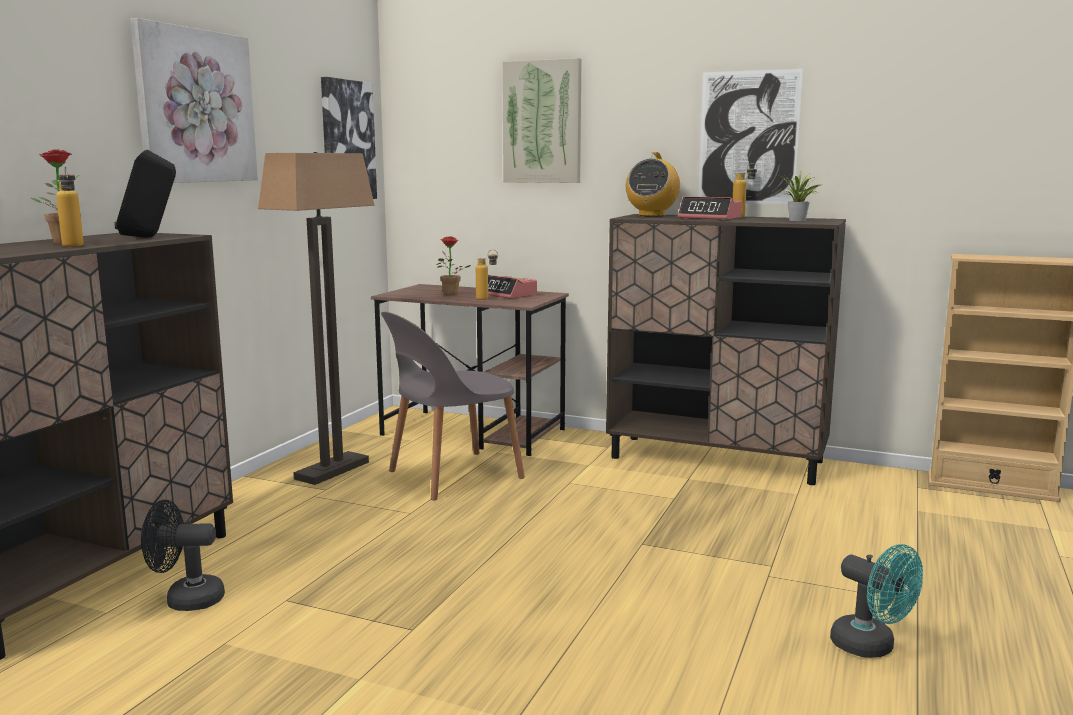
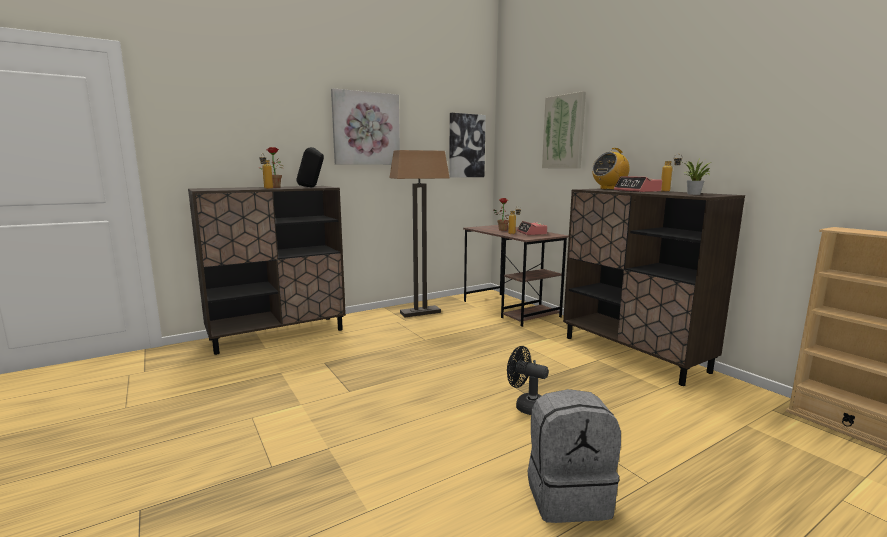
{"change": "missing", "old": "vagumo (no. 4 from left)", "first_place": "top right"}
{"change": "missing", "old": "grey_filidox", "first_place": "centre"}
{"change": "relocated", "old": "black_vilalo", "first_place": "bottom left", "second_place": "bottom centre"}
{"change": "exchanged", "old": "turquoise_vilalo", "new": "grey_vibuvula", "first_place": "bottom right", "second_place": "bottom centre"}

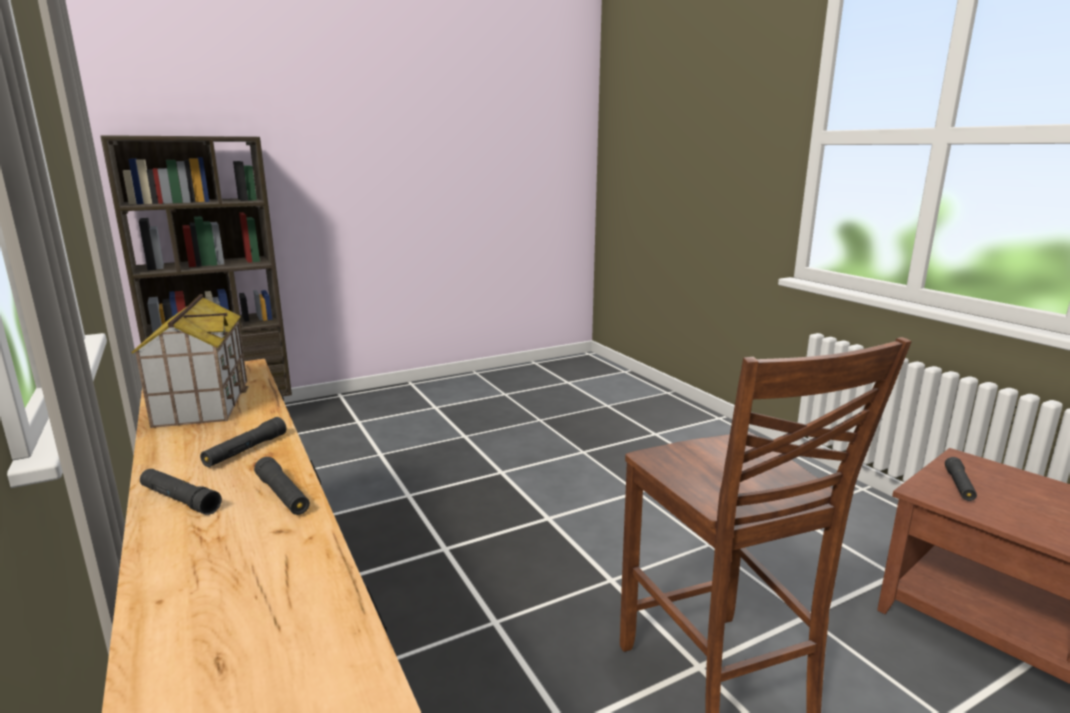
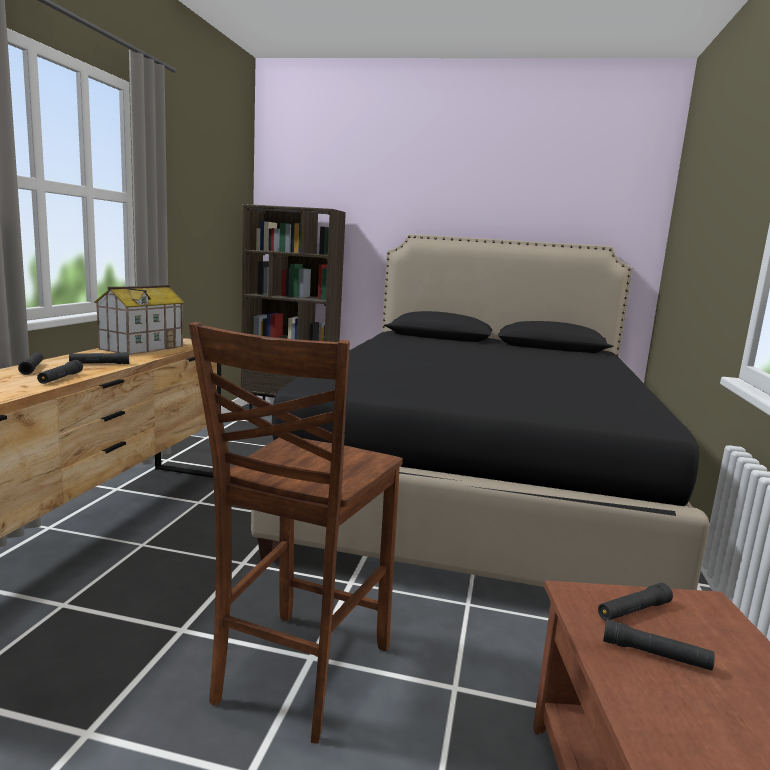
{"change": "appeared", "new": "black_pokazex", "second_place": "centre"}
{"change": "appeared", "new": "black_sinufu (no. 5 from left)", "second_place": "bottom right"}

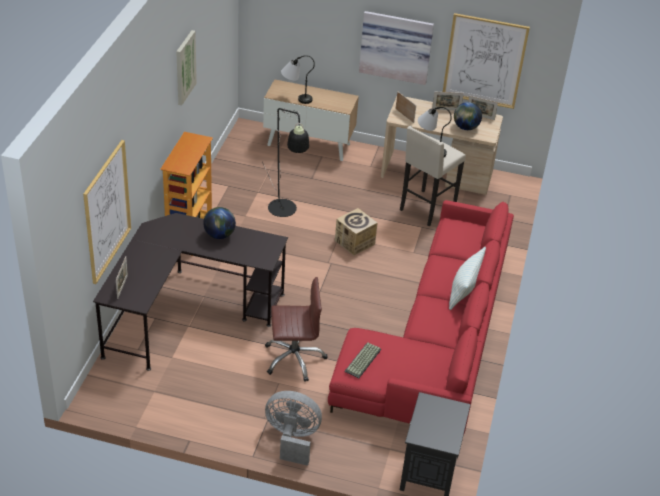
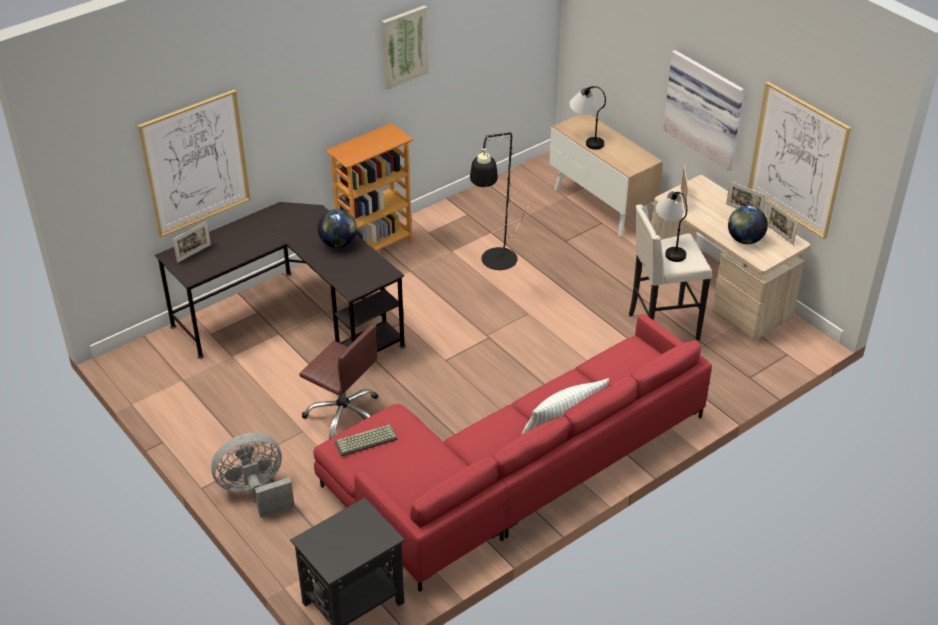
{"change": "missing", "old": "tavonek", "first_place": "centre"}
{"change": "spun", "old": "grey_vilalo", "first_place": "bottom centre", "second_place": "bottom left", "degrees": -75}

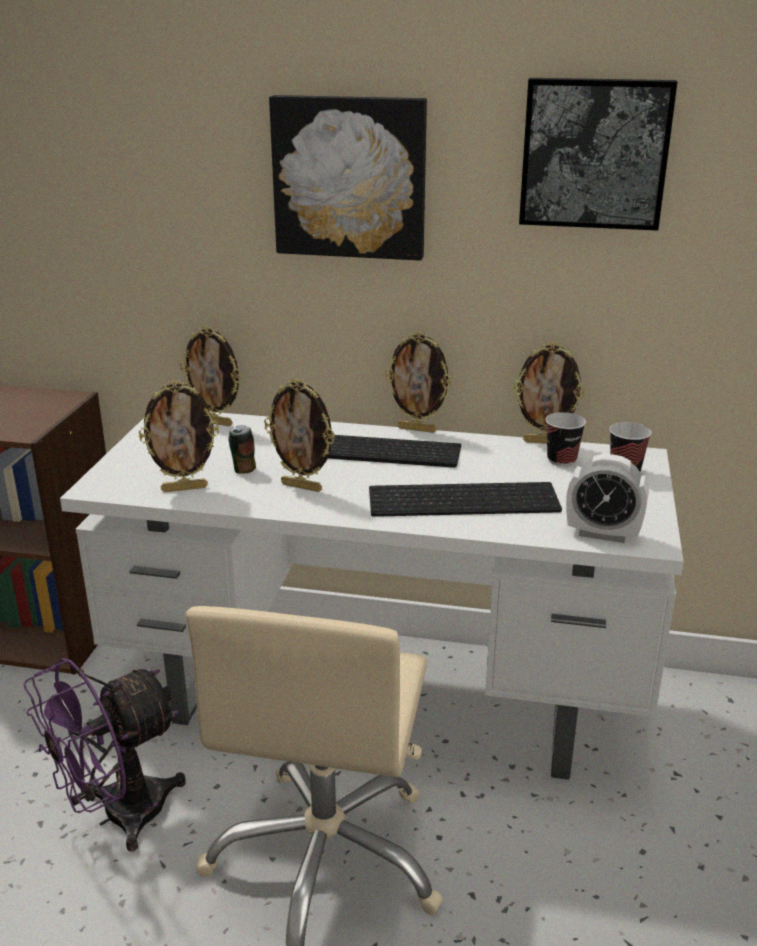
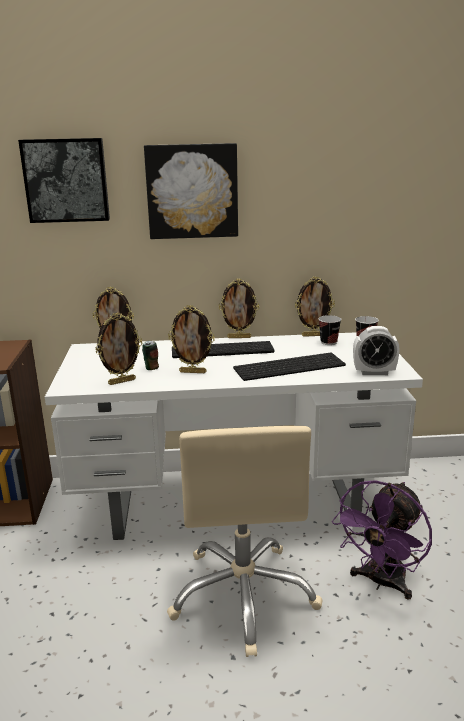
{"change": "relocated", "old": "vagumo (no. 2 from left in the first image)", "new": "vagumo (no. 1 from left)", "first_place": "top right", "second_place": "top left"}
{"change": "relocated", "old": "purple_vilalo", "first_place": "bottom left", "second_place": "bottom right"}

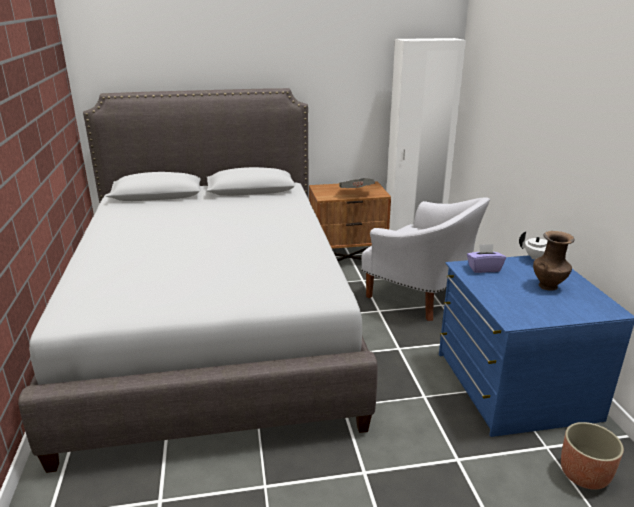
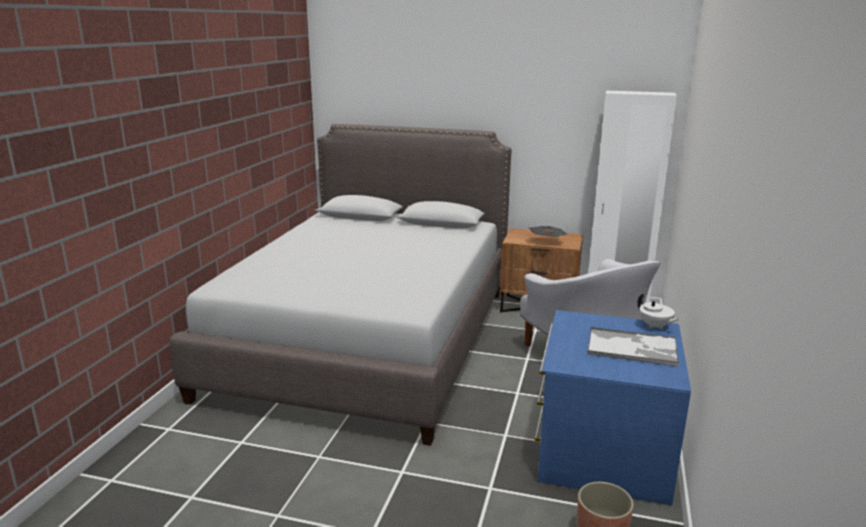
{"change": "exchanged", "old": "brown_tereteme", "new": "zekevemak", "first_place": "middle right", "second_place": "middle right"}
{"change": "missing", "old": "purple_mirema", "first_place": "middle right"}

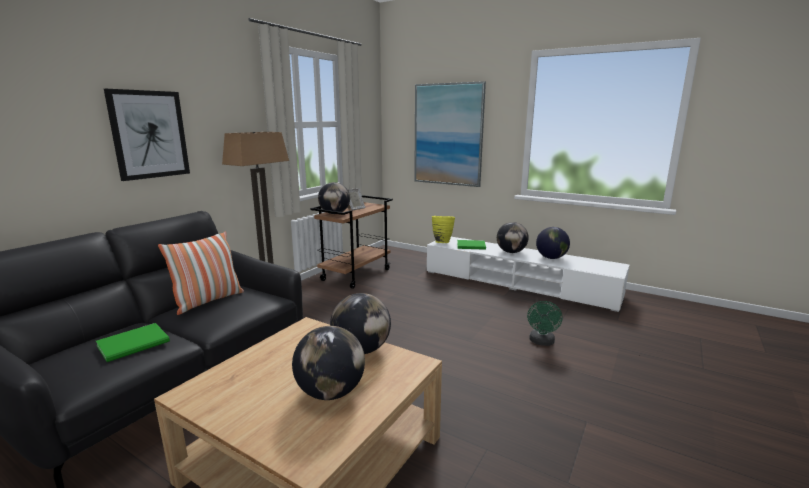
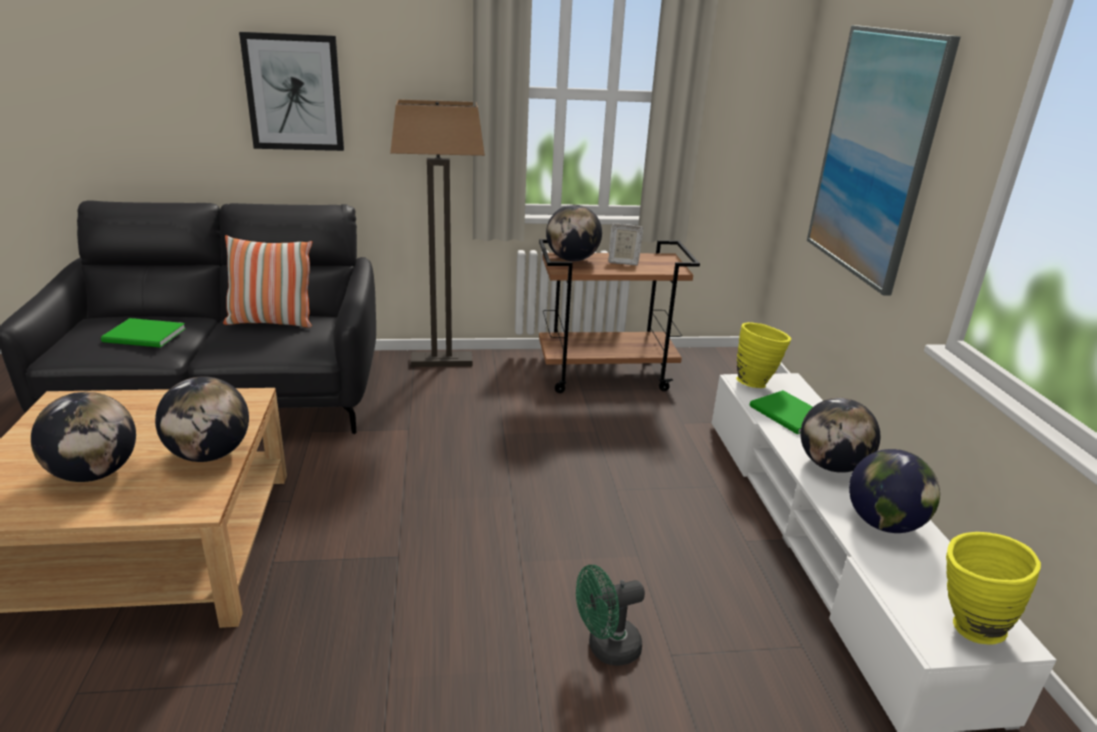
{"change": "appeared", "new": "yellow_tereteme (no. 2 from left)", "second_place": "bottom right"}

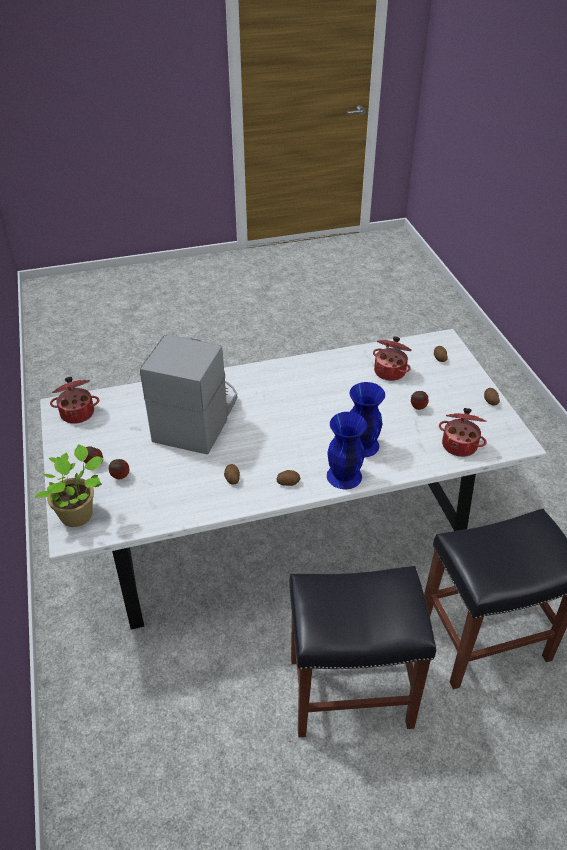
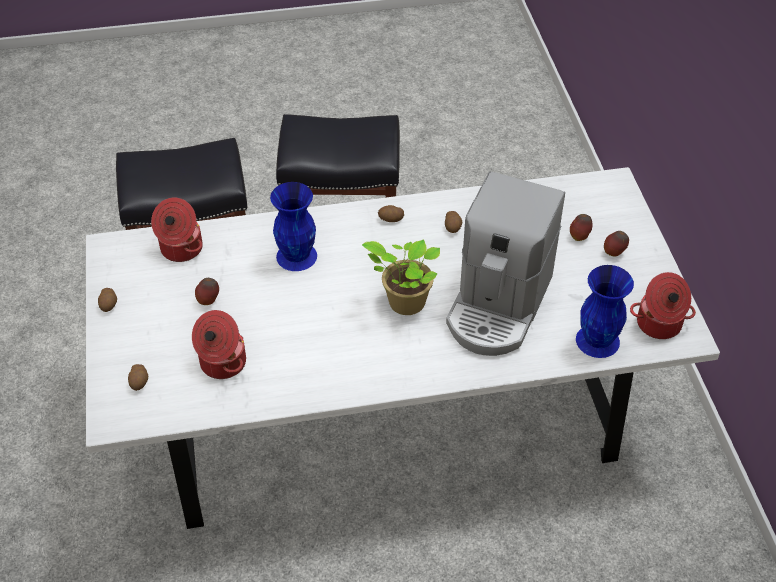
{"change": "relocated", "old": "blue_tereteme (no. 1 from left in the first image)", "new": "blue_tereteme (no. 2 from left)", "first_place": "centre", "second_place": "middle right"}
{"change": "relocated", "old": "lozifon", "first_place": "middle left", "second_place": "centre"}

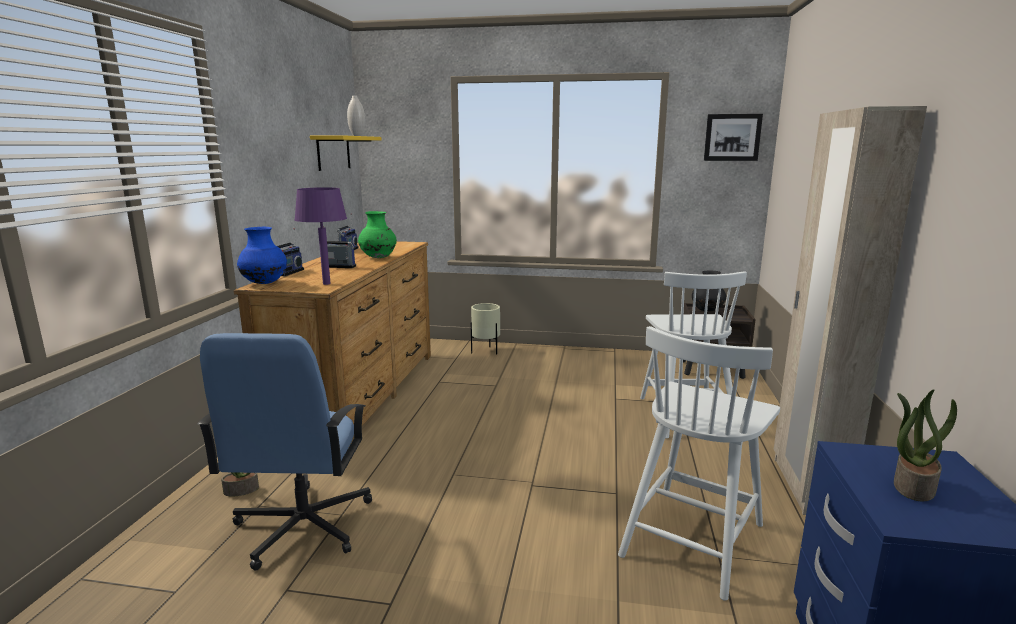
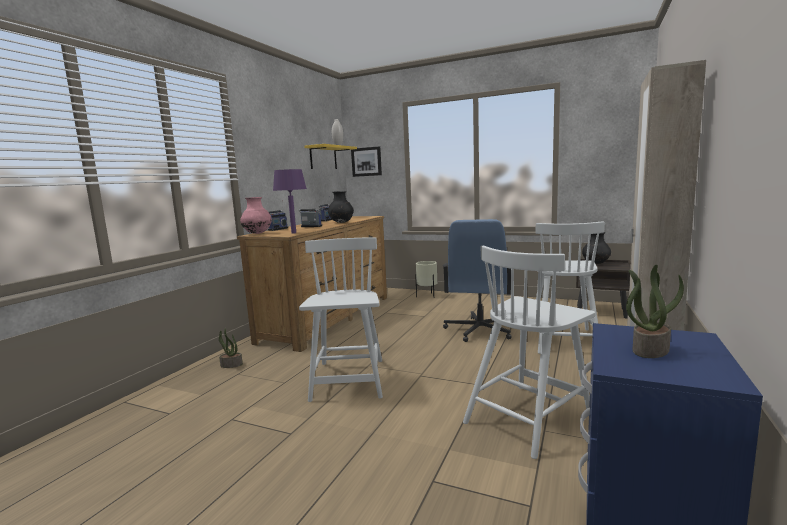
{"change": "relocated", "old": "vagumo", "first_place": "top right", "second_place": "top centre"}
{"change": "colour", "old": "green_tereteme", "new": "black_tereteme (no. 1 from left)", "first_place": "centre", "second_place": "centre"}
{"change": "colour", "old": "blue_tereteme", "new": "pink_tereteme", "first_place": "middle left", "second_place": "middle left"}
{"change": "relocated", "old": "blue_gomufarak", "first_place": "bottom left", "second_place": "centre"}
{"change": "appeared", "new": "white_filidox (no. 1 from left)", "second_place": "centre"}

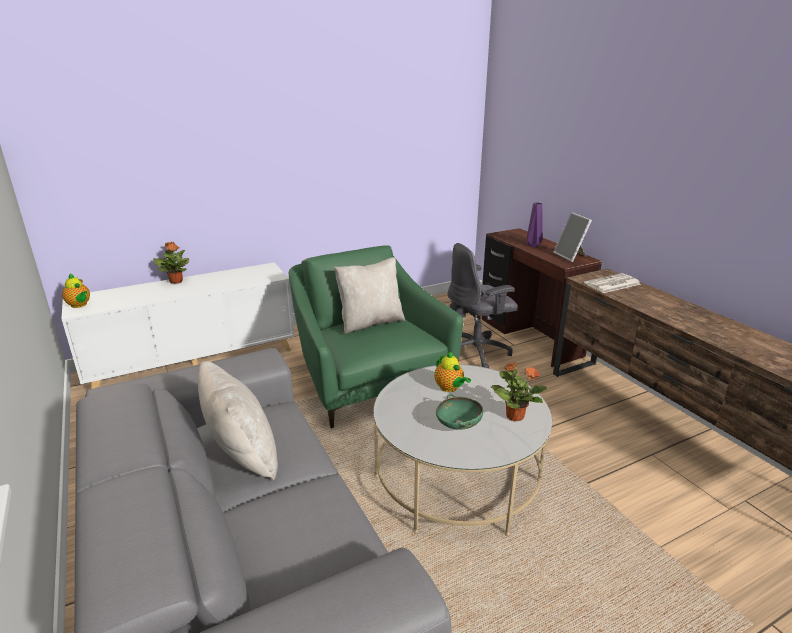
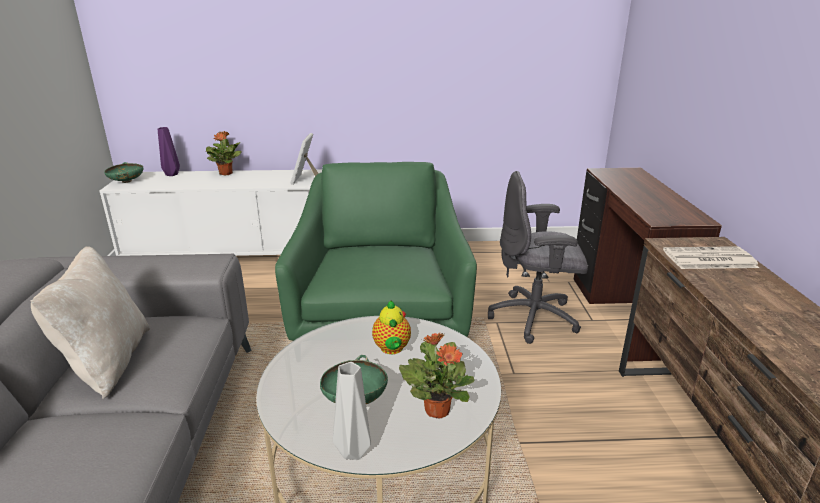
{"change": "relocated", "old": "purple_tereteme", "first_place": "middle right", "second_place": "top left"}
{"change": "relocated", "old": "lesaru", "first_place": "middle right", "second_place": "top centre"}
{"change": "missing", "old": "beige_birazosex (no. 2 from left)", "first_place": "centre"}
{"change": "exchanged", "old": "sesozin (no. 1 from left)", "new": "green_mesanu (no. 1 from left)", "first_place": "middle left", "second_place": "middle left"}
{"change": "appeared", "new": "grey_tereteme", "second_place": "bottom centre"}

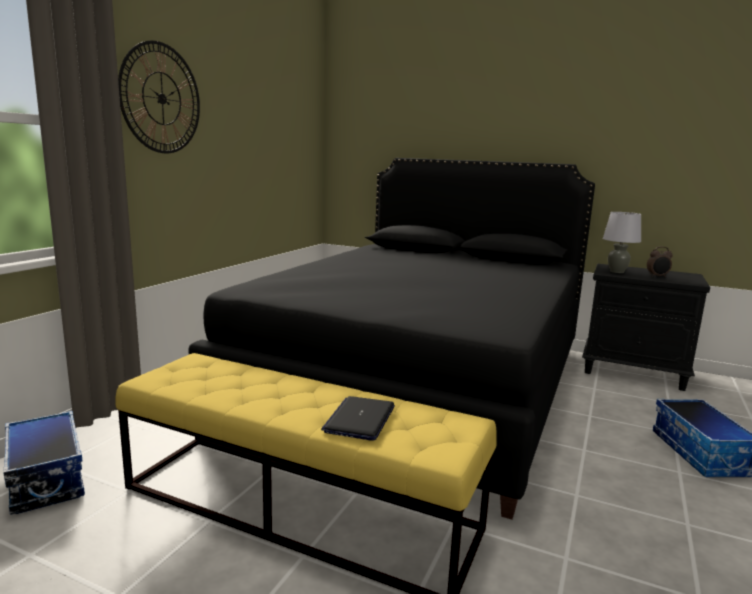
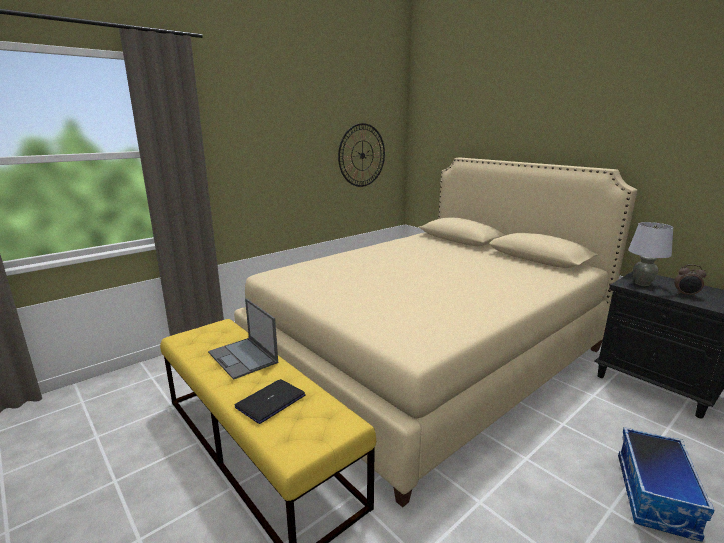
{"change": "relocated", "old": "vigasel", "first_place": "top left", "second_place": "top centre"}
{"change": "colour", "old": "black_pokazex", "new": "beige_pokazex", "first_place": "centre", "second_place": "centre"}
{"change": "missing", "old": "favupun (no. 1 from left)", "first_place": "bottom left"}
{"change": "appeared", "new": "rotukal (no. 1 from left)", "second_place": "centre"}

